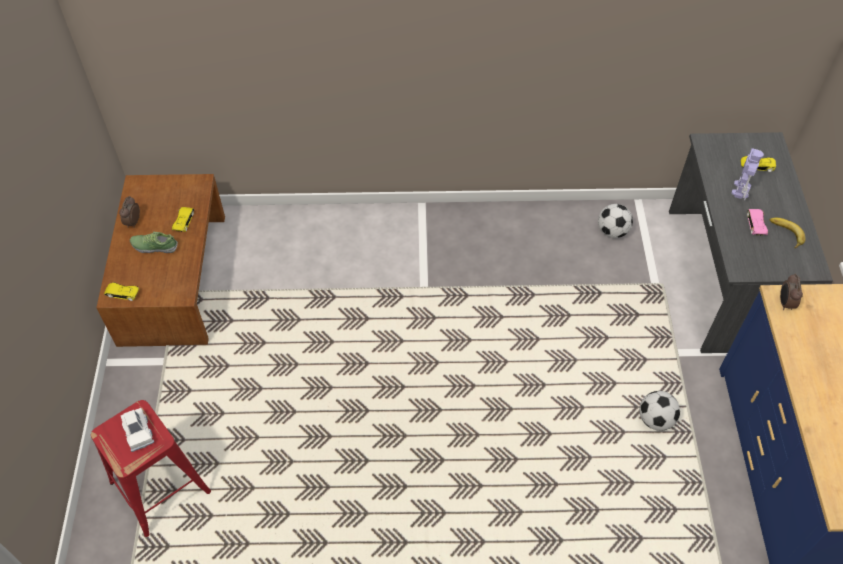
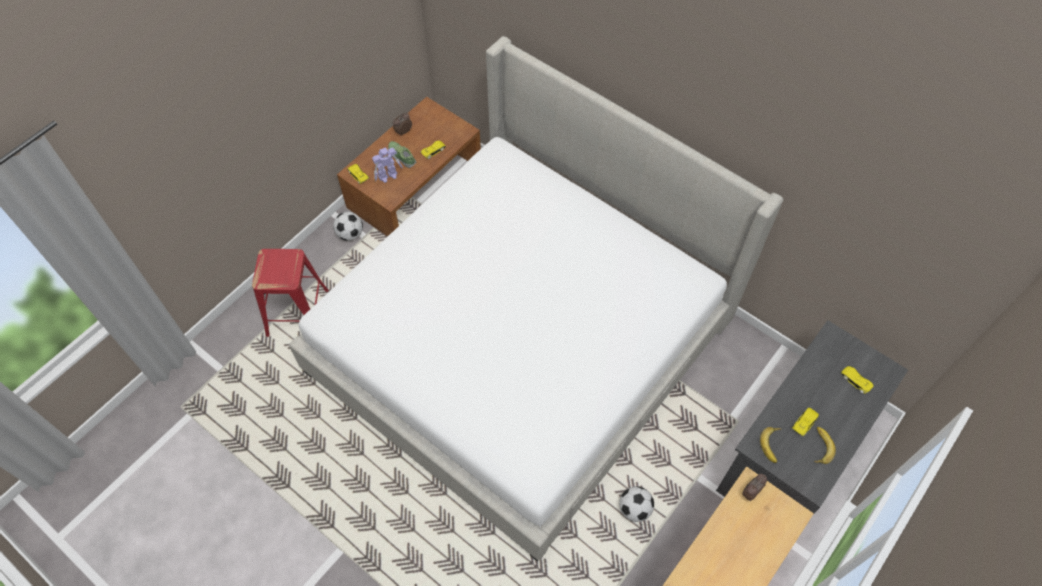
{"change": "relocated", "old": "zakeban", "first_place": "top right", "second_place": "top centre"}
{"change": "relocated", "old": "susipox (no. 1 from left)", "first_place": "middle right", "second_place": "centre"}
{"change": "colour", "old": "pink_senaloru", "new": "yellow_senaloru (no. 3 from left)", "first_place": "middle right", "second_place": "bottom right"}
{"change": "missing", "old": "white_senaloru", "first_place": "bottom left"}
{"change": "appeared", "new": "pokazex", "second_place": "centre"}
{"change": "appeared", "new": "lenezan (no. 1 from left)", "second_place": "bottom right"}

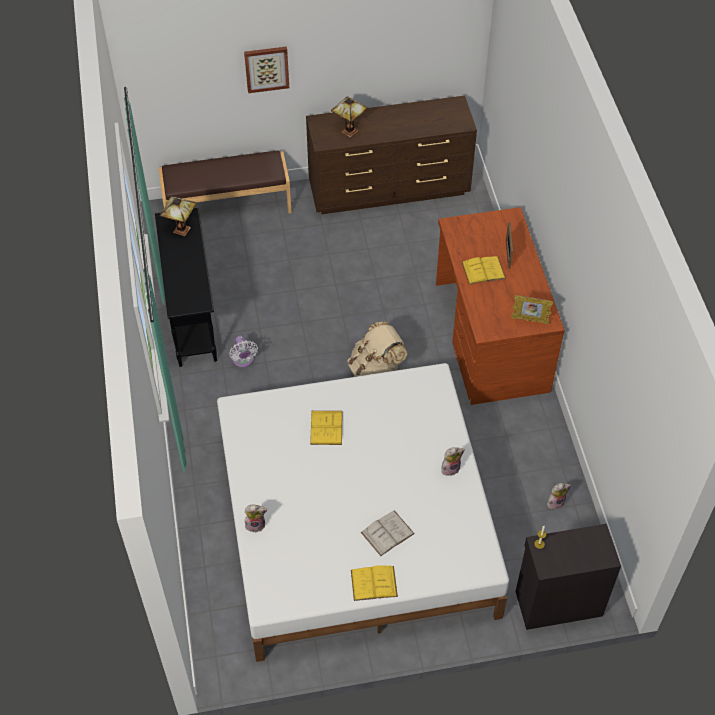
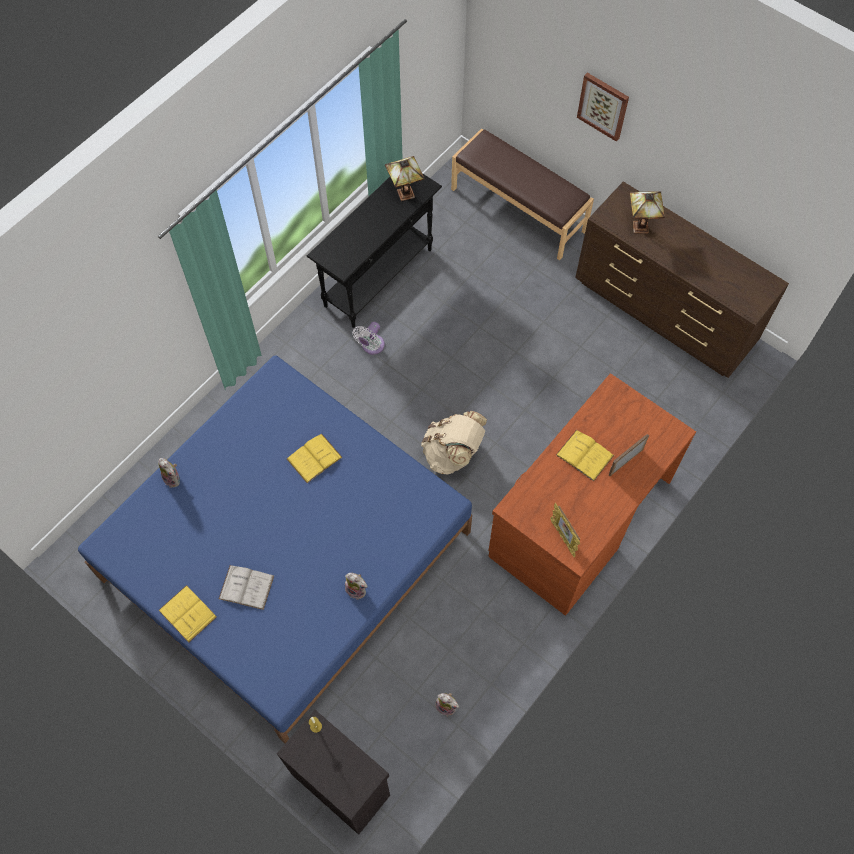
{"change": "colour", "old": "white_pokazex", "new": "blue_pokazex", "first_place": "bottom centre", "second_place": "middle left"}

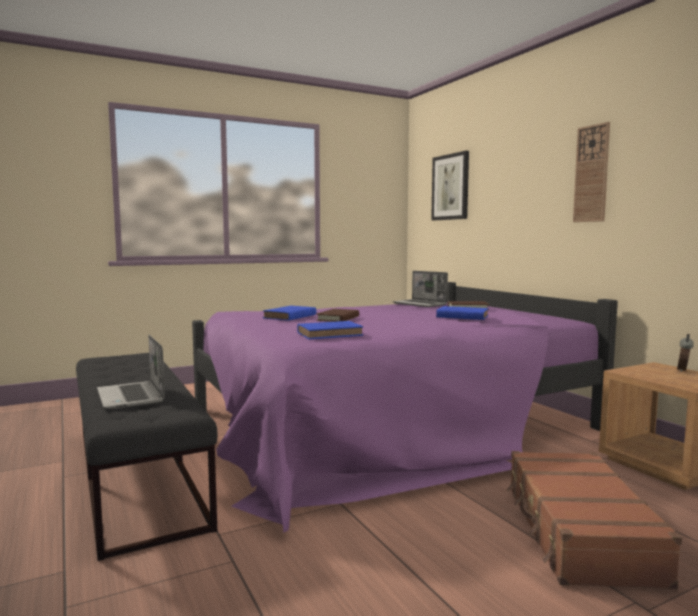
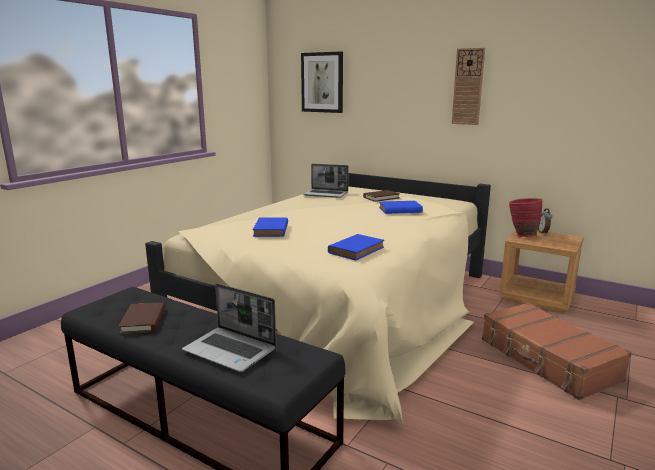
{"change": "colour", "old": "purple_pokazex", "new": "beige_pokazex", "first_place": "centre", "second_place": "centre"}
{"change": "relocated", "old": "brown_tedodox (no. 1 from left)", "first_place": "centre", "second_place": "bottom left"}
{"change": "appeared", "new": "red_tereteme", "second_place": "middle right"}

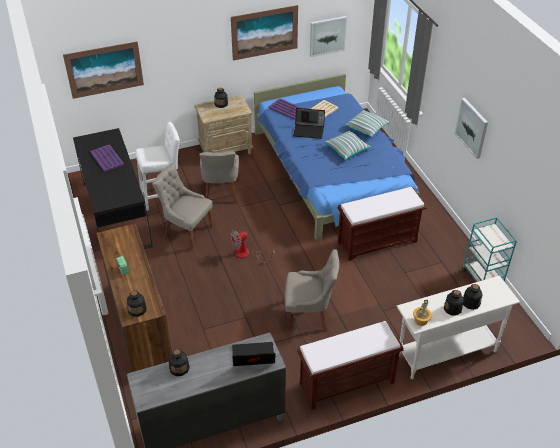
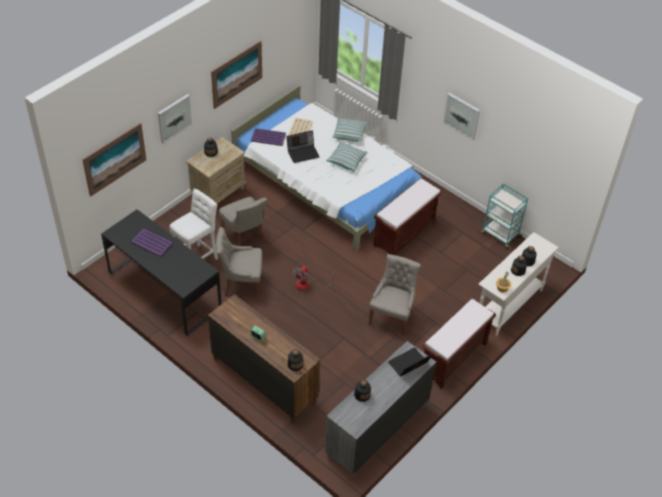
{"change": "relocated", "old": "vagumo (no. 3 from left in the first image)", "new": "vagumo (no. 2 from left)", "first_place": "top centre", "second_place": "top left"}
{"change": "colour", "old": "blue_pokazex", "new": "white_pokazex", "first_place": "centre", "second_place": "centre"}
{"change": "spun", "old": "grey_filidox (no. 3 from left)", "first_place": "centre", "second_place": "centre", "degrees": -45}

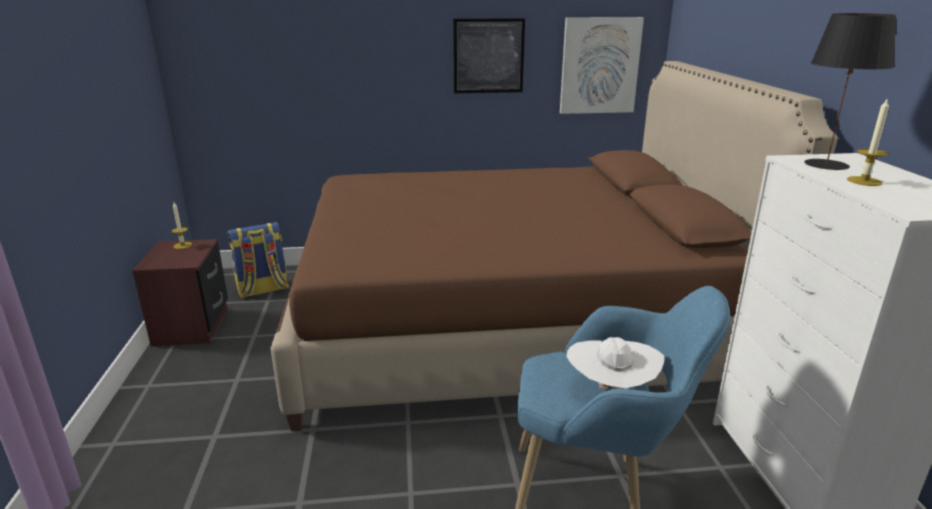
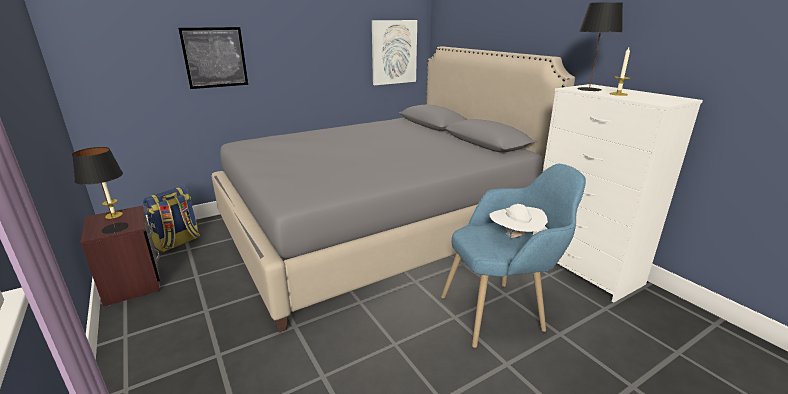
{"change": "relocated", "old": "vagumo (no. 1 from left)", "first_place": "top centre", "second_place": "top left"}
{"change": "colour", "old": "brown_pokazex", "new": "grey_pokazex", "first_place": "centre", "second_place": "centre"}
{"change": "appeared", "new": "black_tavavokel (no. 1 from left)", "second_place": "middle left"}

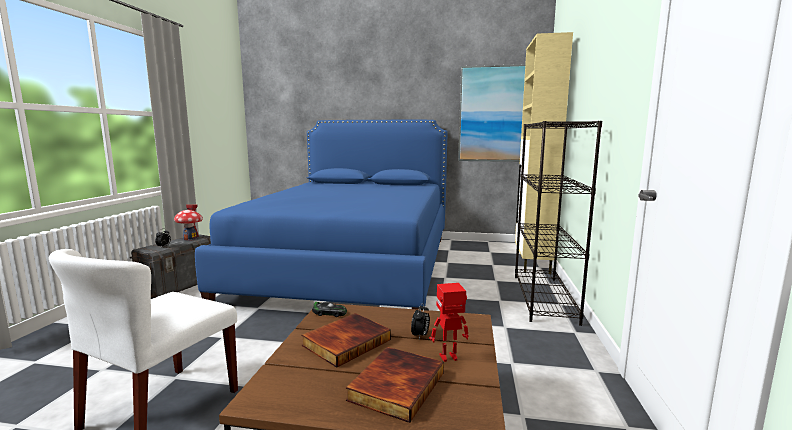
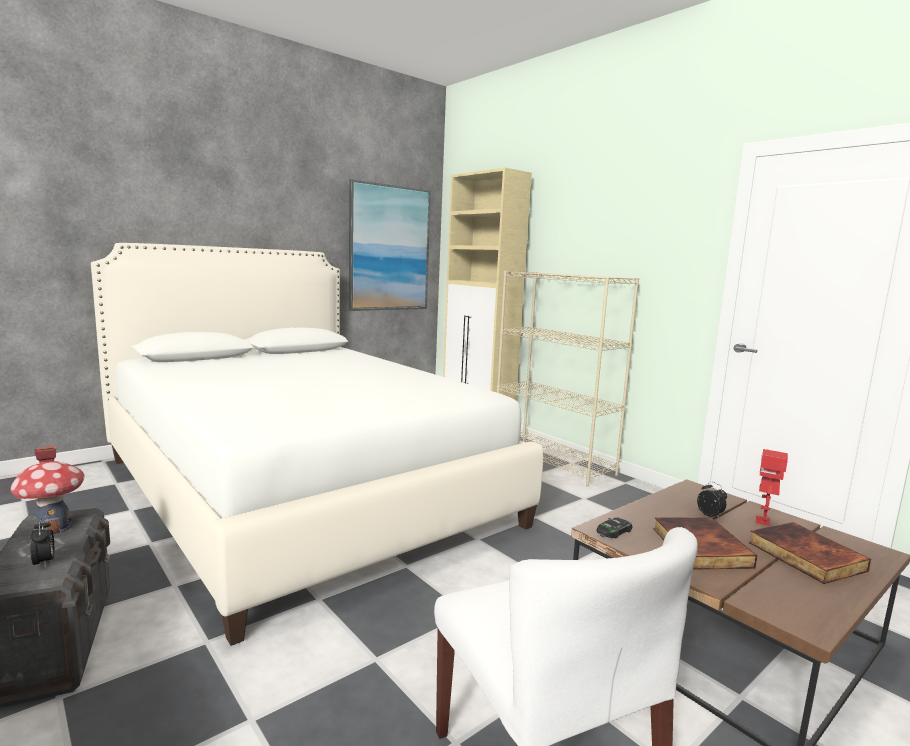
{"change": "colour", "old": "blue_pokazex", "new": "white_pokazex", "first_place": "centre", "second_place": "centre"}
{"change": "colour", "old": "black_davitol", "new": "beige_davitol", "first_place": "middle right", "second_place": "centre"}

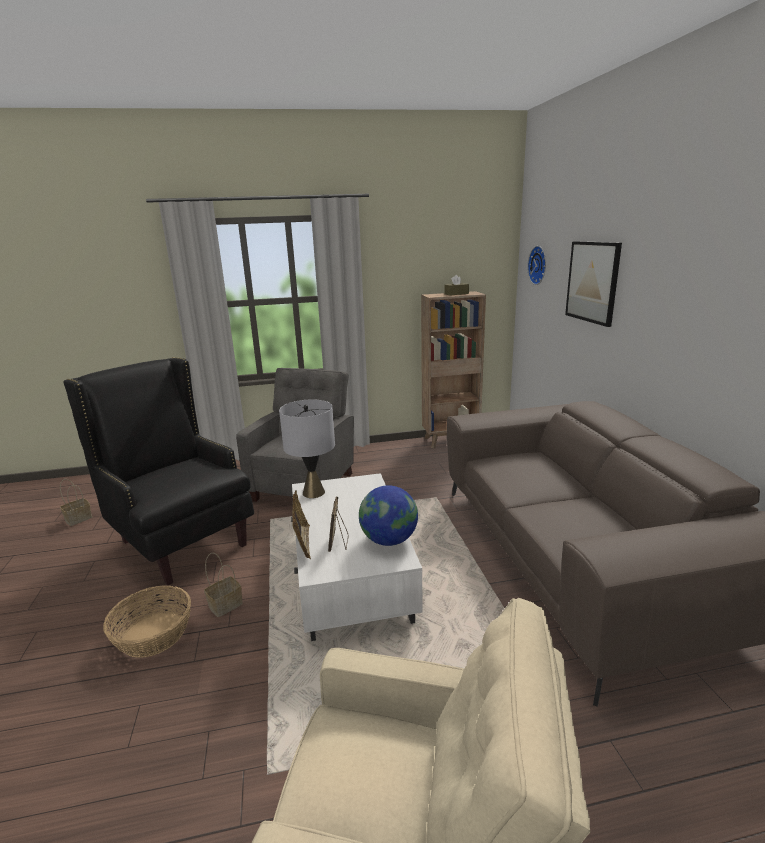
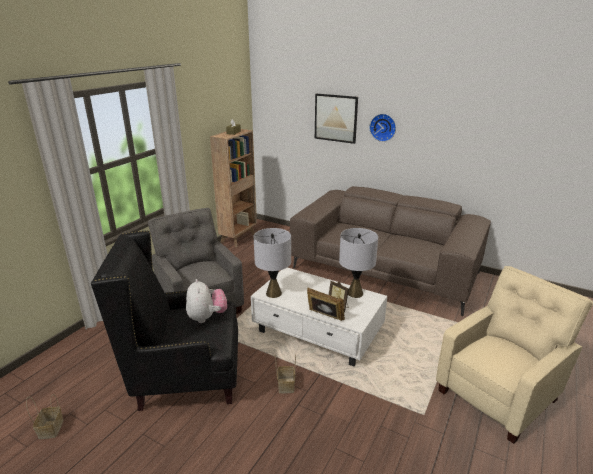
{"change": "relocated", "old": "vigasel", "first_place": "top right", "second_place": "top centre"}
{"change": "exchanged", "old": "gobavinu", "new": "grey_tavavokel (no. 2 from left)", "first_place": "centre", "second_place": "centre"}
{"change": "missing", "old": "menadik (no. 2 from left)", "first_place": "bottom left"}
{"change": "appeared", "new": "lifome", "second_place": "centre"}

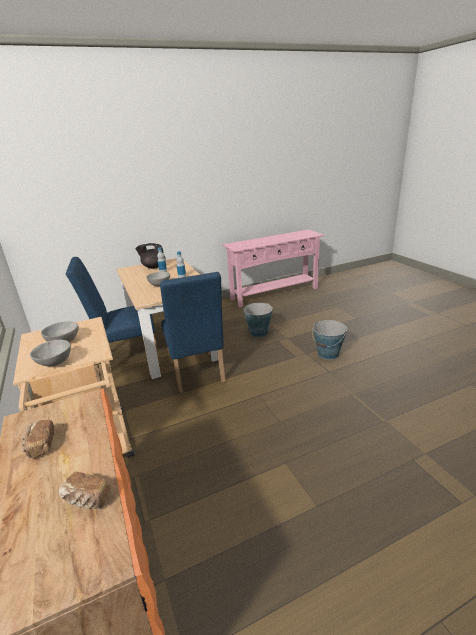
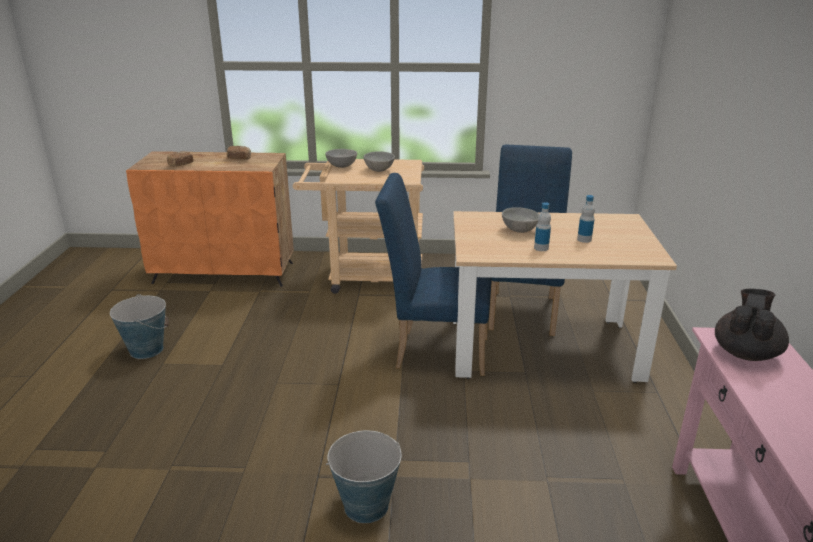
{"change": "relocated", "old": "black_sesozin", "first_place": "middle left", "second_place": "middle right"}
{"change": "relocated", "old": "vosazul (no. 1 from left)", "first_place": "centre", "second_place": "middle left"}

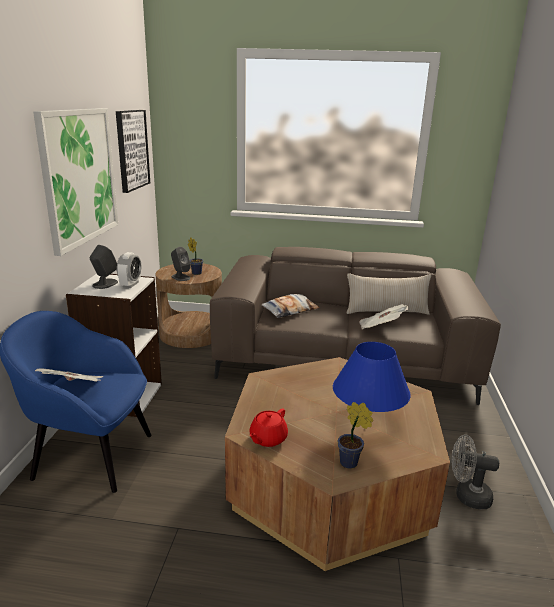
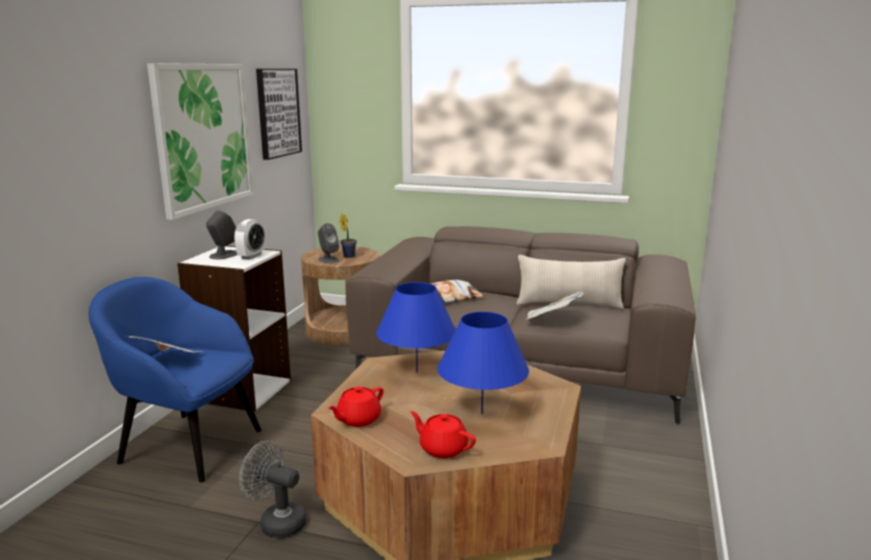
{"change": "exchanged", "old": "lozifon (no. 2 from left)", "new": "red_sesozin (no. 2 from left)", "first_place": "bottom centre", "second_place": "bottom centre"}
{"change": "relocated", "old": "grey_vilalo", "first_place": "bottom right", "second_place": "bottom left"}
{"change": "appeared", "new": "blue_tavavokel (no. 1 from left)", "second_place": "centre"}

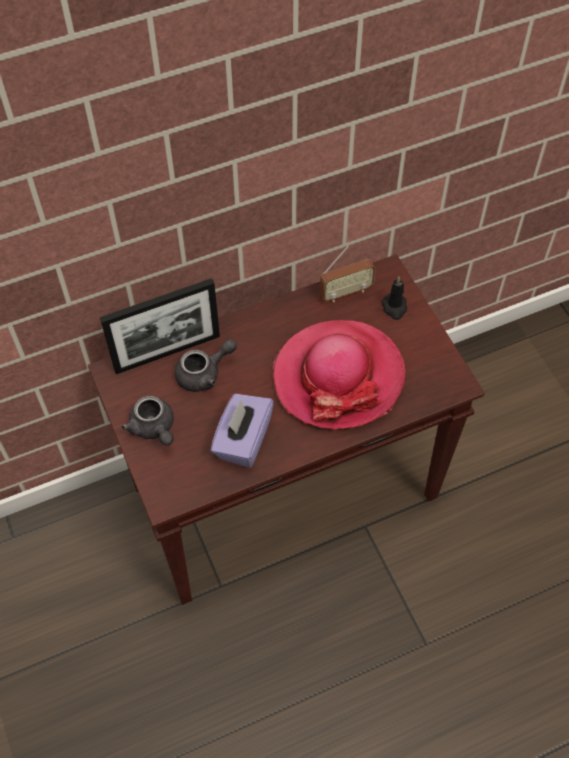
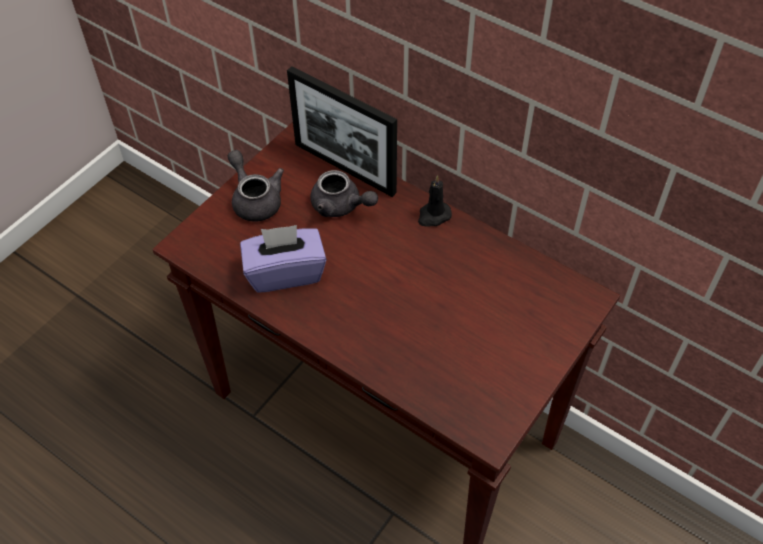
{"change": "missing", "old": "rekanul", "first_place": "centre"}
{"change": "relocated", "old": "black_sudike", "first_place": "middle right", "second_place": "centre"}
{"change": "missing", "old": "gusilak", "first_place": "centre"}
{"change": "spun", "old": "grey_sesozin (no. 1 from left)", "first_place": "middle left", "second_place": "centre", "degrees": 120}

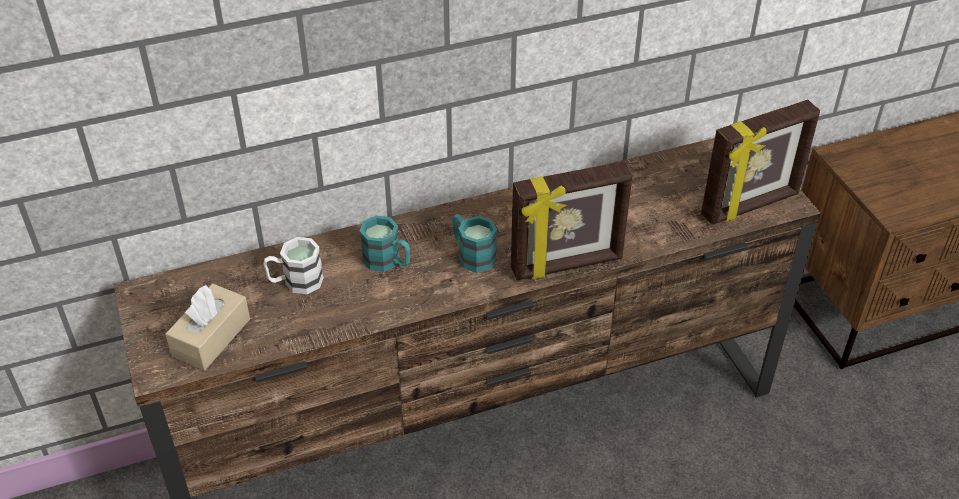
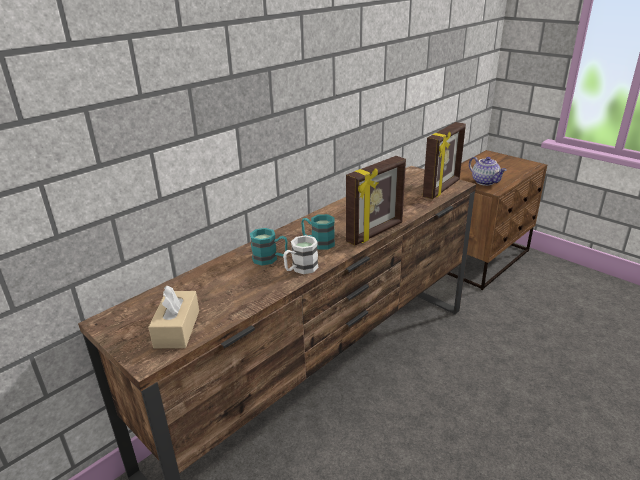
{"change": "relocated", "old": "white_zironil", "first_place": "middle left", "second_place": "centre"}
{"change": "appeared", "new": "sesozin", "second_place": "middle right"}

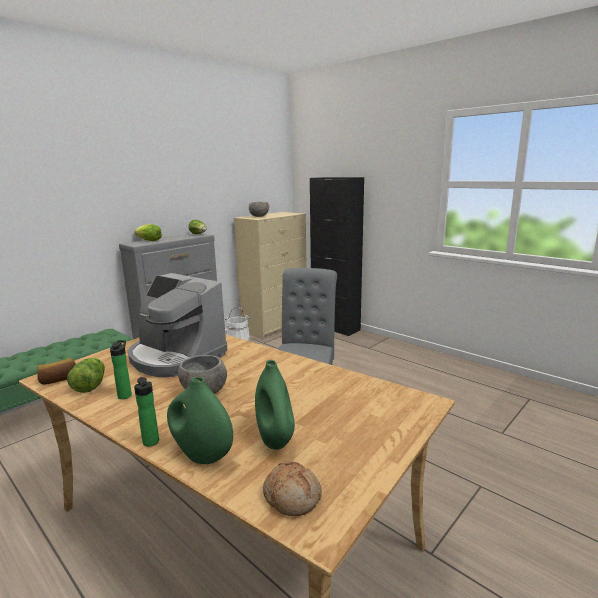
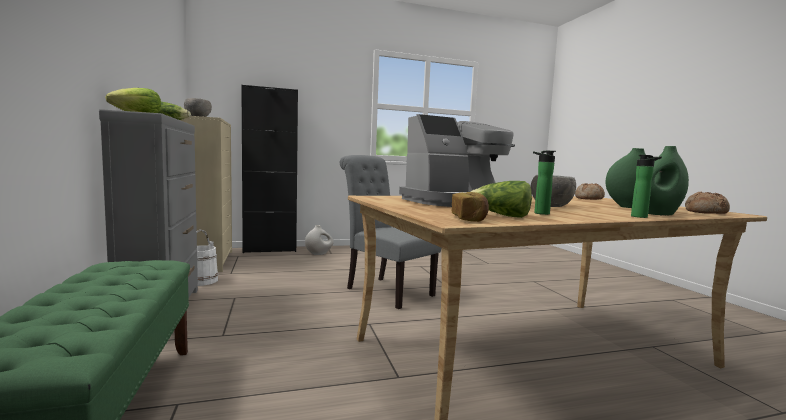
{"change": "appeared", "new": "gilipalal (no. 2 from left)", "second_place": "middle right"}
{"change": "appeared", "new": "white_tereteme", "second_place": "centre"}

